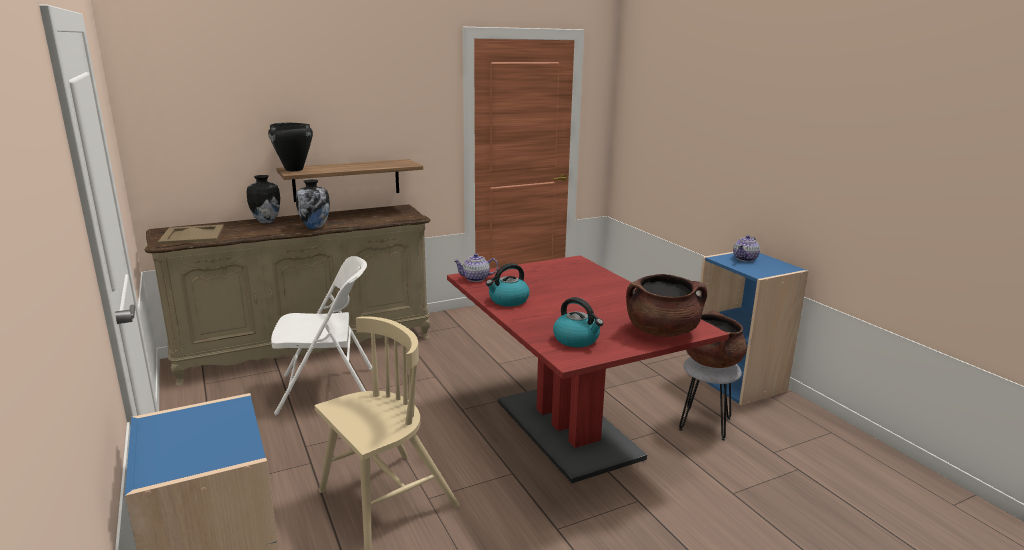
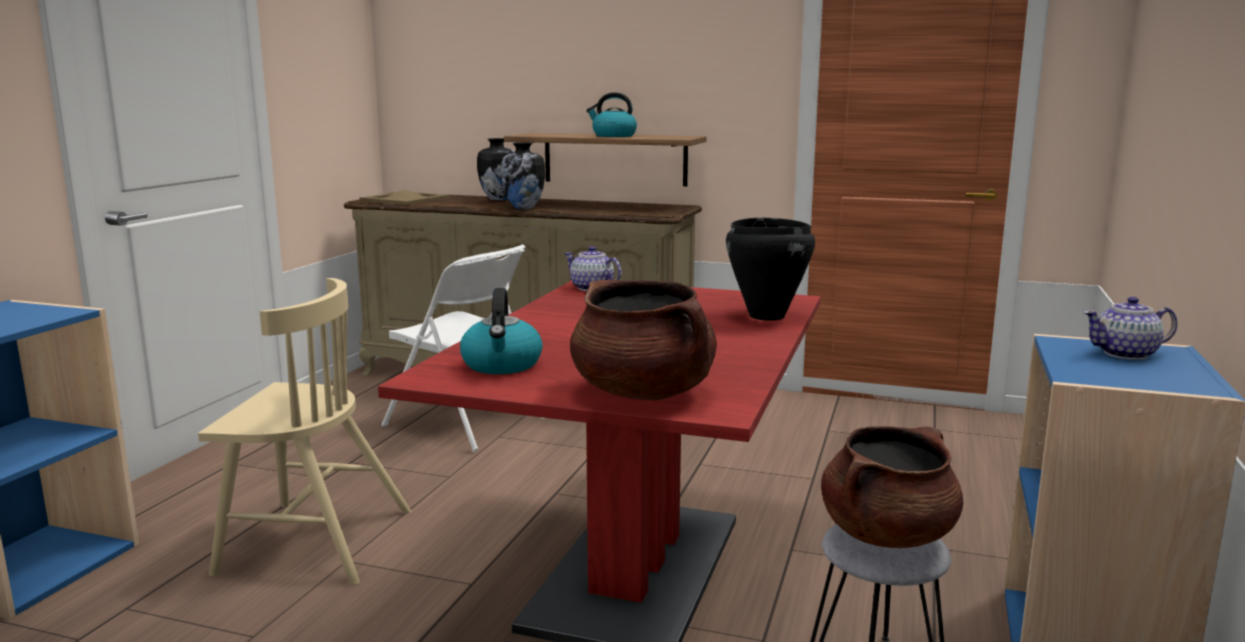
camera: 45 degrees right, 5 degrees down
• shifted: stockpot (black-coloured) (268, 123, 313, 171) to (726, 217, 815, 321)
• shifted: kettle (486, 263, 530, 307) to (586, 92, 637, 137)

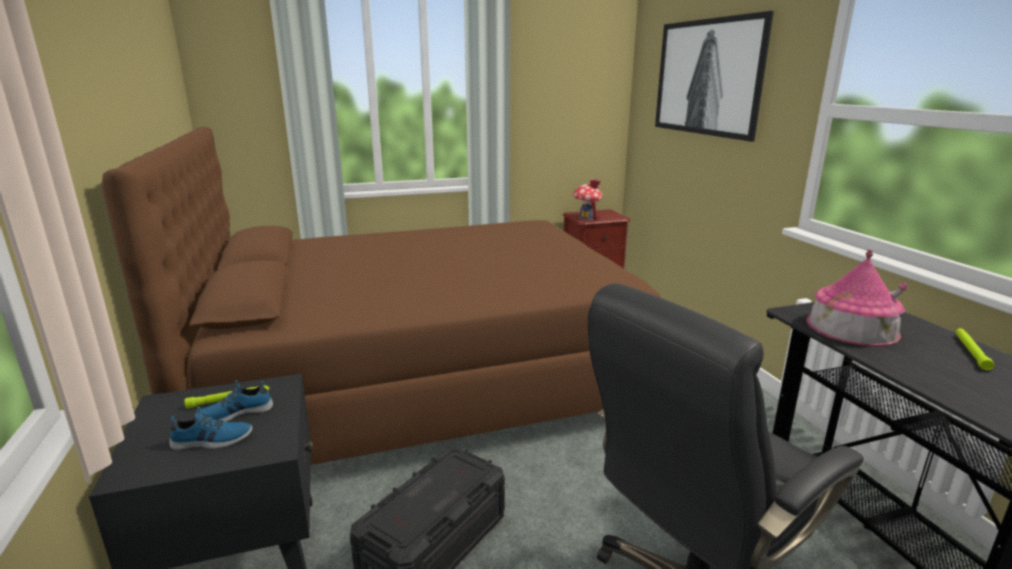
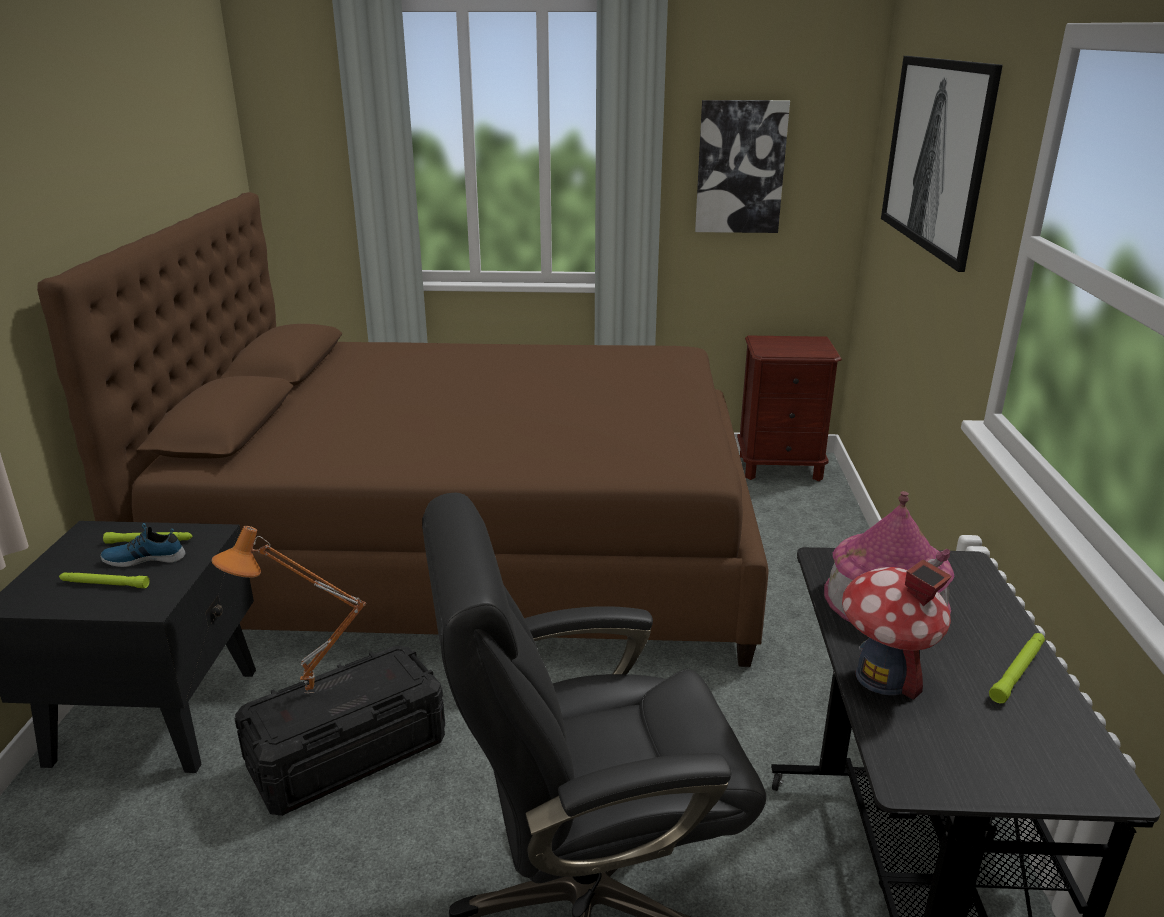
camera: 20 degrees right, 5 degrees up
• shifted: model house (573, 179, 602, 220) to (842, 559, 952, 700)
• swapped: shoe (169, 407, 253, 450) to hand torch (greenish) (59, 572, 150, 588)
• new: picture (695, 100, 790, 233)
• new: tabletop lamp (orange-coloured) (211, 526, 366, 694)

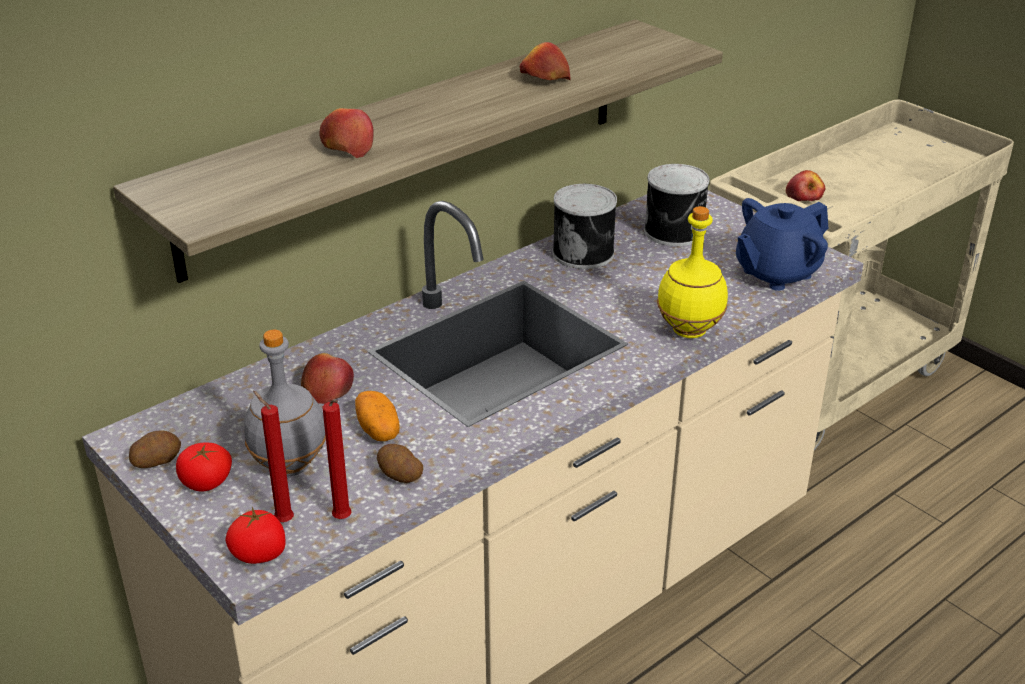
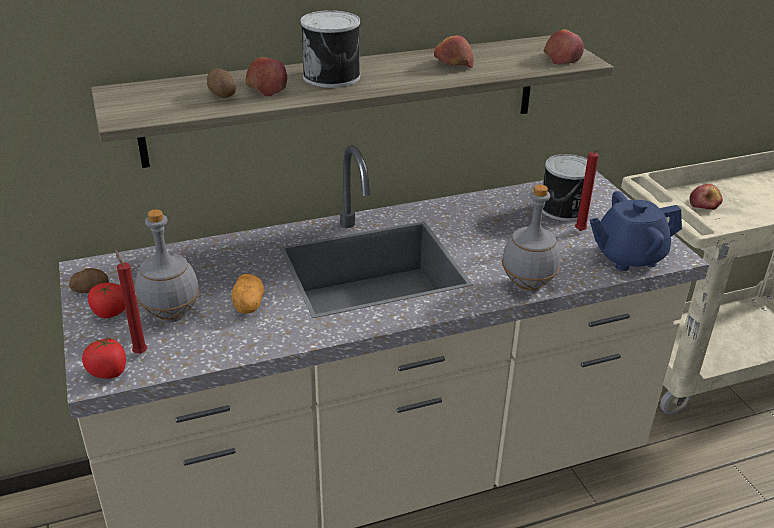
camera: 20 degrees right, 0 degrees up
• shifted: sealed can (553, 184, 617, 269) to (301, 10, 360, 88)
• repainted: beverage bottle (yellow) (657, 206, 728, 338) to beverage bottle (grey) (502, 185, 561, 292)
• shifted: apple fruit (301, 353, 354, 404) to (544, 29, 584, 65)
• shifted: wax light (red-coloured) (322, 399, 352, 519) to (575, 149, 600, 231)
• shifted: potato (377, 444, 423, 483) to (207, 68, 236, 98)

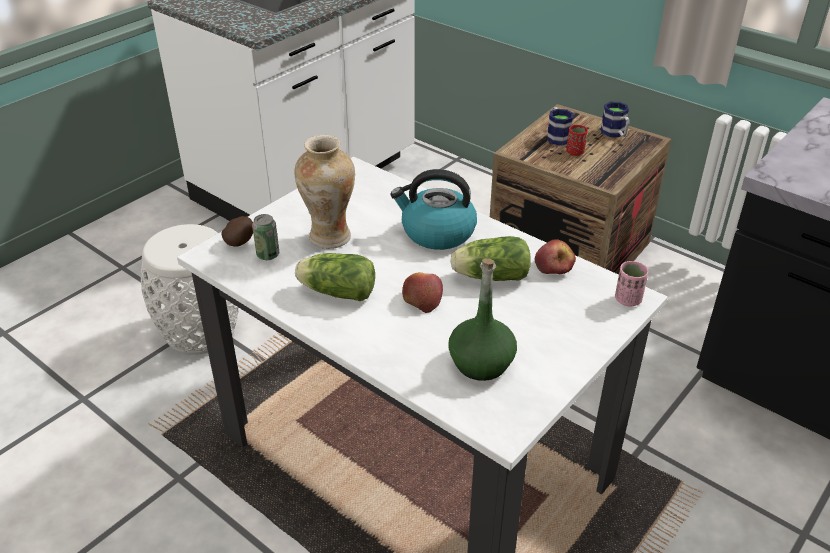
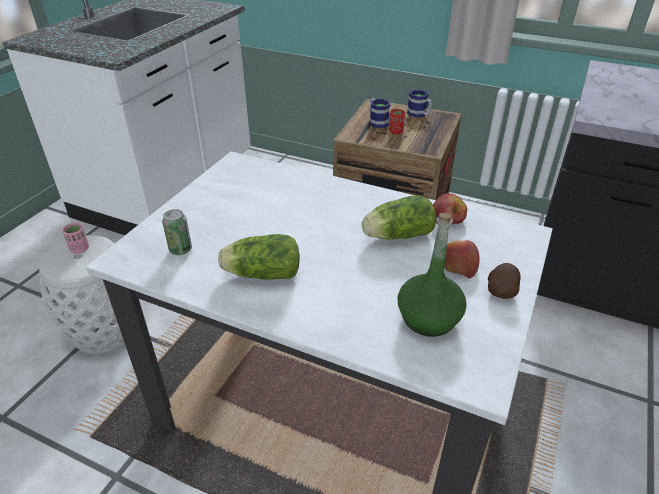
camera: 15 degrees left, 0 degrees up
• gone: flower vase (295, 135, 355, 249)
• gone: kettle (390, 169, 477, 250)
• shifted: potato (221, 216, 253, 247) to (488, 263, 521, 299)
• shifted: cup (pink) (615, 261, 649, 306) to (63, 223, 89, 254)
• shifted: apple fruit (402, 272, 443, 313) to (445, 240, 480, 279)

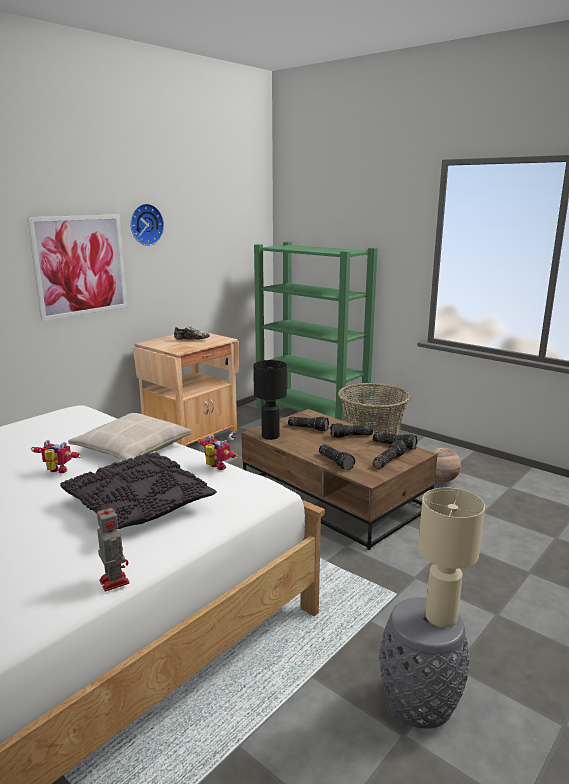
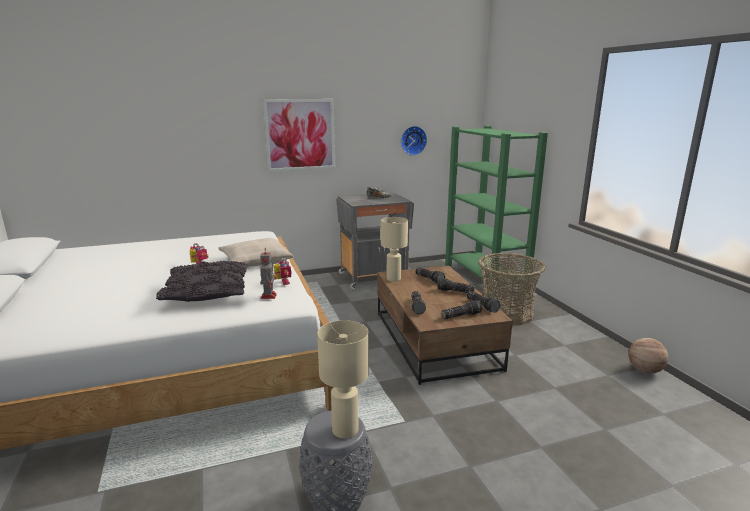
camera: 30 degrees right, 0 degrees up
• shifted: clock on the wall (130, 203, 164, 246) to (401, 126, 427, 156)
• repainted: wheeled cart (brownish) (133, 331, 239, 446) to wheeled cart (grey) (336, 192, 414, 289)
• repainted: tabletop lamp (black-coloured) (253, 360, 287, 440) to tabletop lamp (beige-coloured) (381, 217, 408, 281)
• shifted: basketball ball (431, 448, 461, 482) to (628, 338, 669, 374)
• shifted: robot figure (97, 502, 129, 591) to (260, 248, 277, 299)

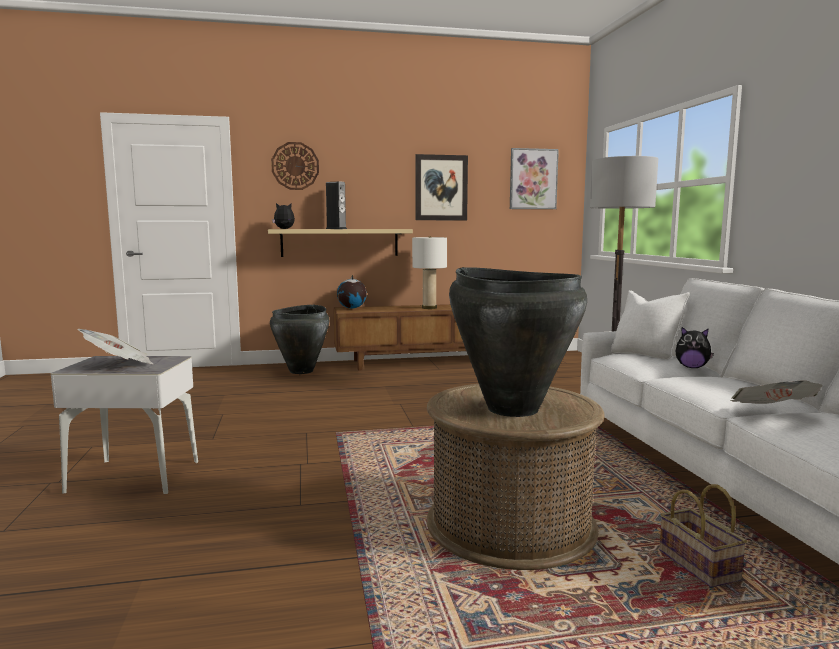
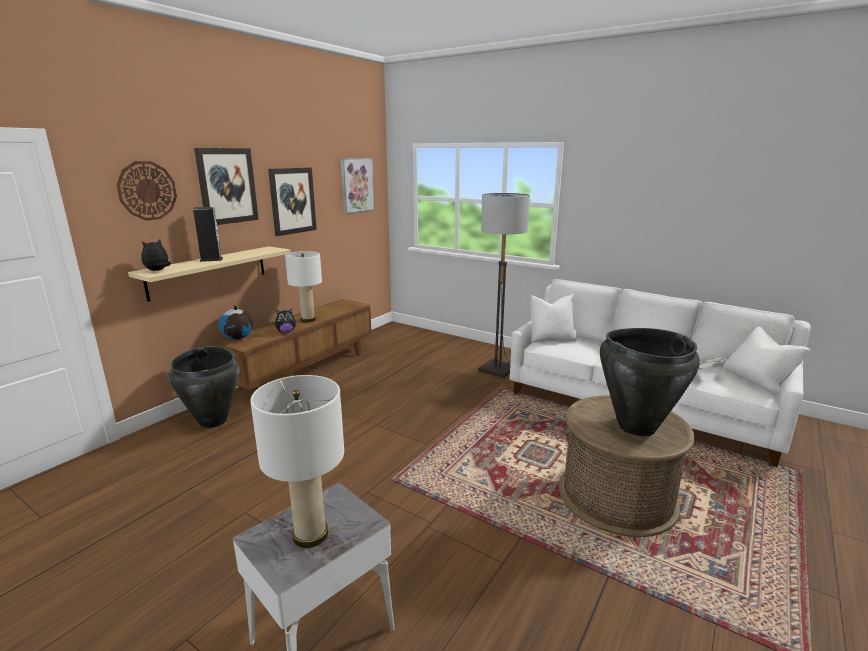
camera: 45 degrees left, 10 degrees up
• shifted: cuddly toy (675, 327, 714, 368) to (275, 308, 297, 333)
• swapped: daily paper (77, 329, 153, 364) to tabletop lamp (whitish) (250, 375, 344, 548)
• gone: basket (659, 484, 747, 587)
• new: picture (194, 148, 259, 225)

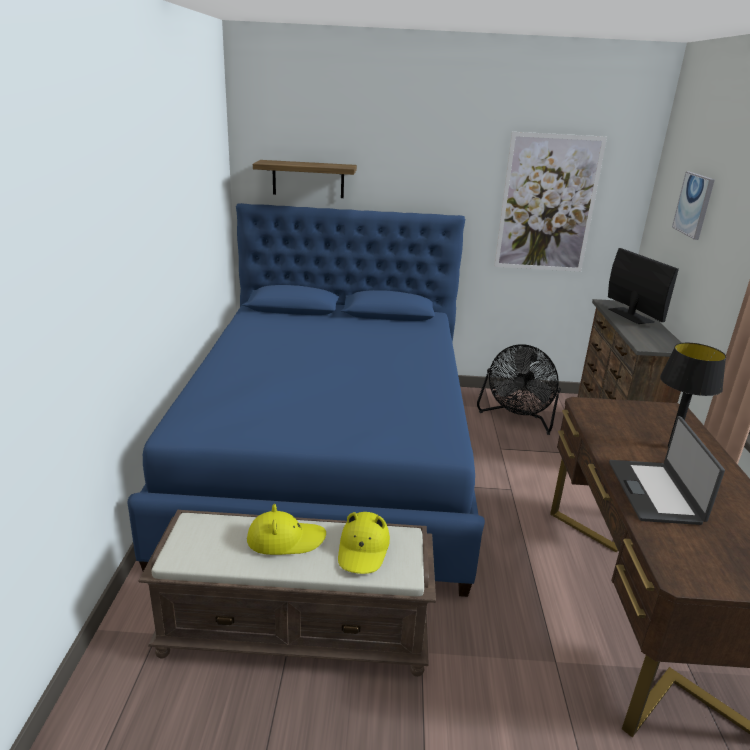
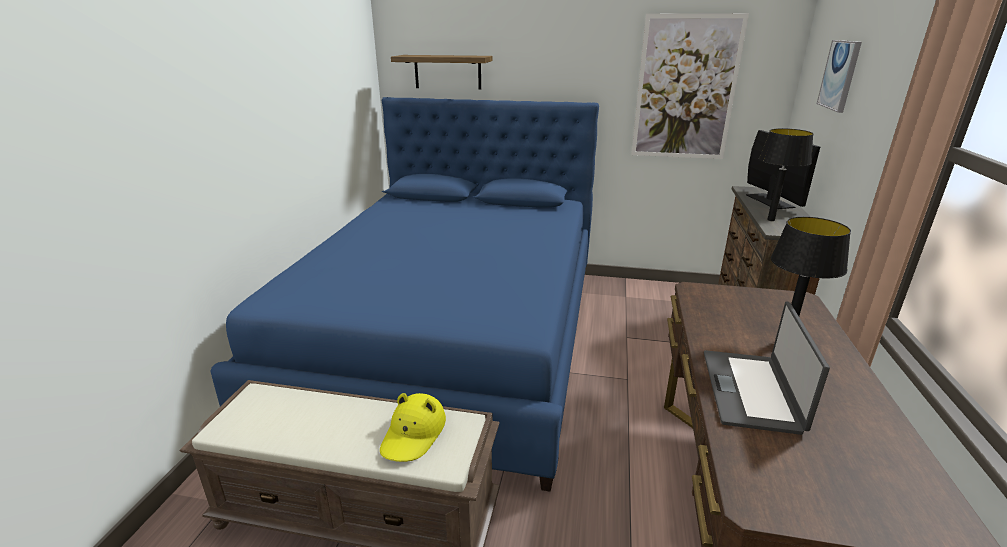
camera: 10 degrees right, 0 degrees up
• gone: fan (black-coloured) (477, 344, 561, 435)
• gone: wearable hat (yellow) (247, 504, 326, 555)
• new: tabletop lamp (black-coloured) (759, 128, 813, 221)

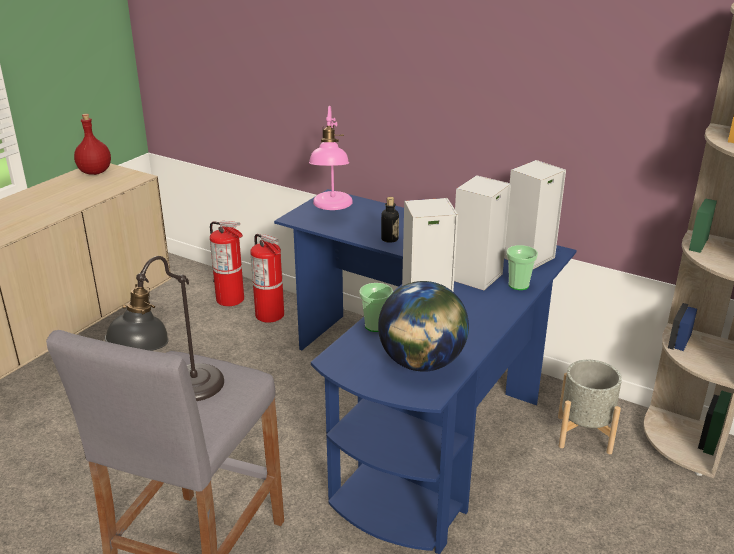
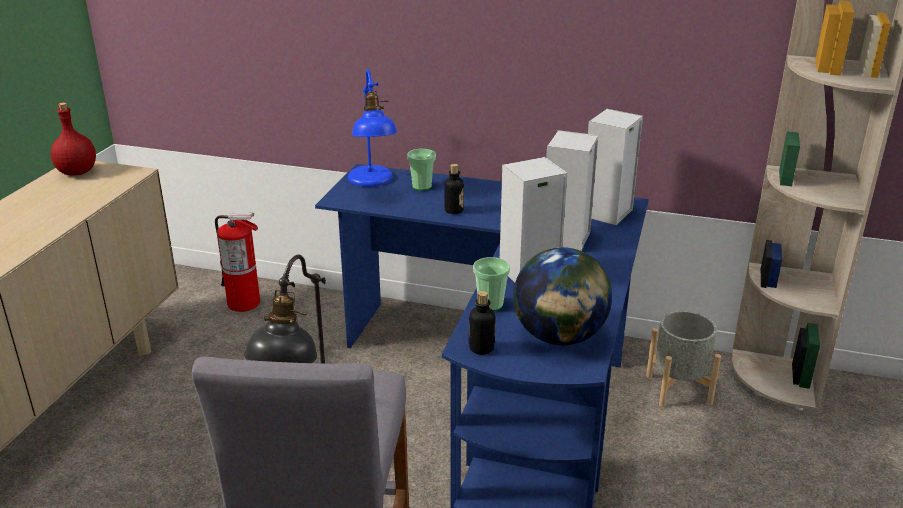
camera: 15 degrees left, 0 degrees up
• repainted: tabletop lamp (pink) (309, 106, 353, 210) to tabletop lamp (bluish) (348, 69, 397, 187)
• gone: fire extinguisher (250, 234, 284, 323)
• shifted: cup (506, 245, 538, 290) to (407, 149, 436, 191)
• new: beverage bottle (469, 291, 496, 355)

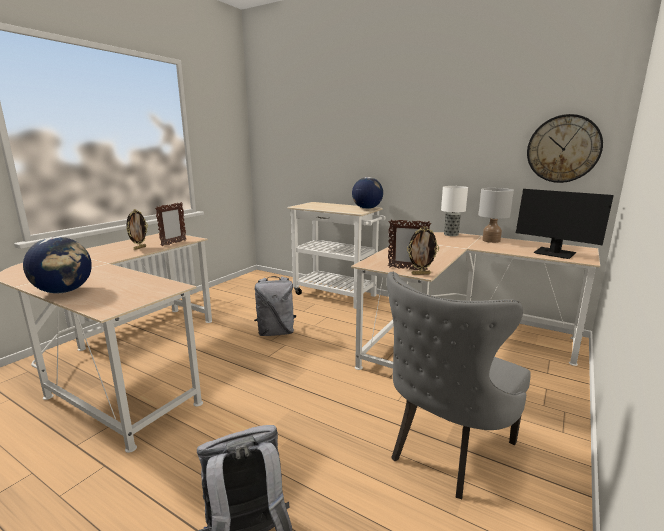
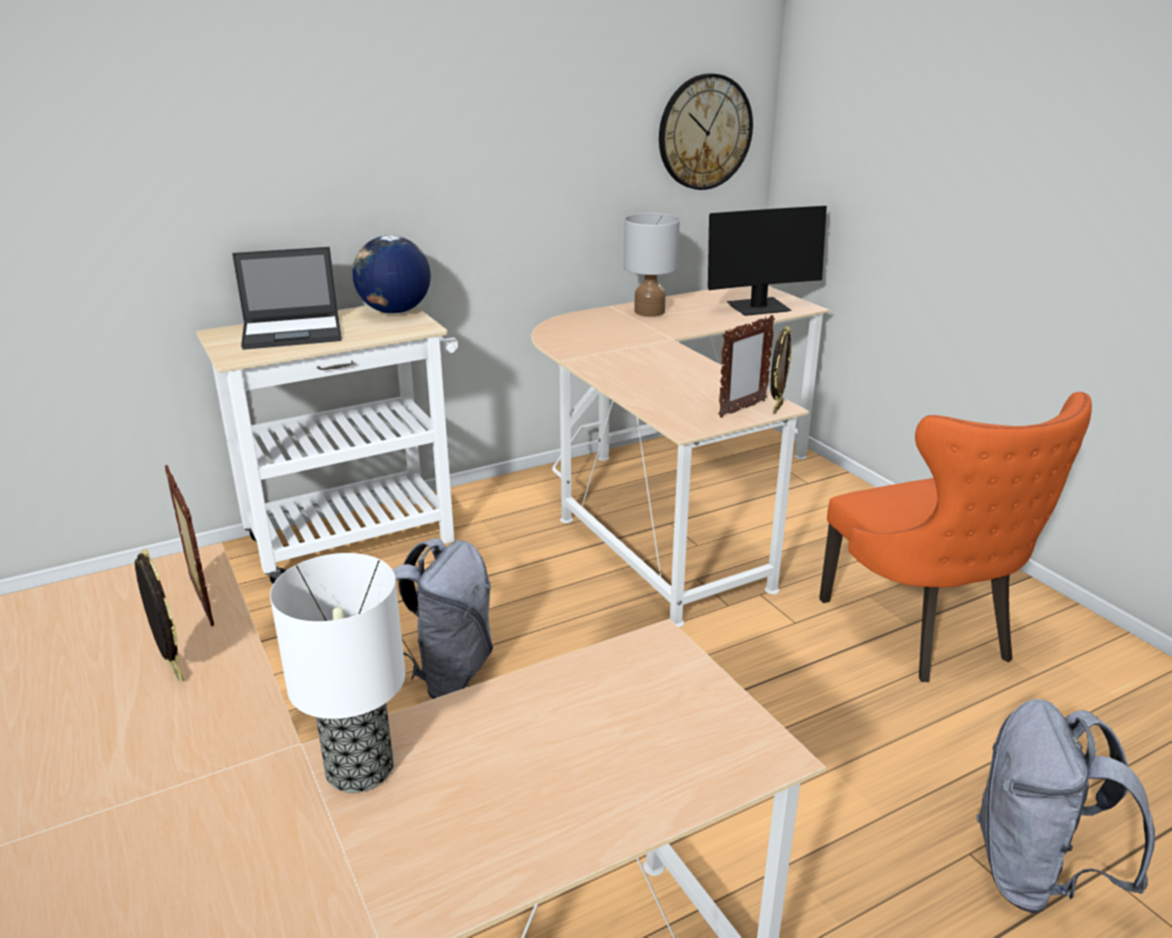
camera: 60 degrees left, 10 degrees up
• shifted: tabletop lamp (441, 186, 468, 236) to (270, 553, 406, 793)
• gone: globe (23, 237, 92, 293)
• repainted: upright chair (grey) (387, 272, 531, 499) to upright chair (orange-coloured) (819, 392, 1092, 682)
• new: laptop (232, 247, 342, 350)

